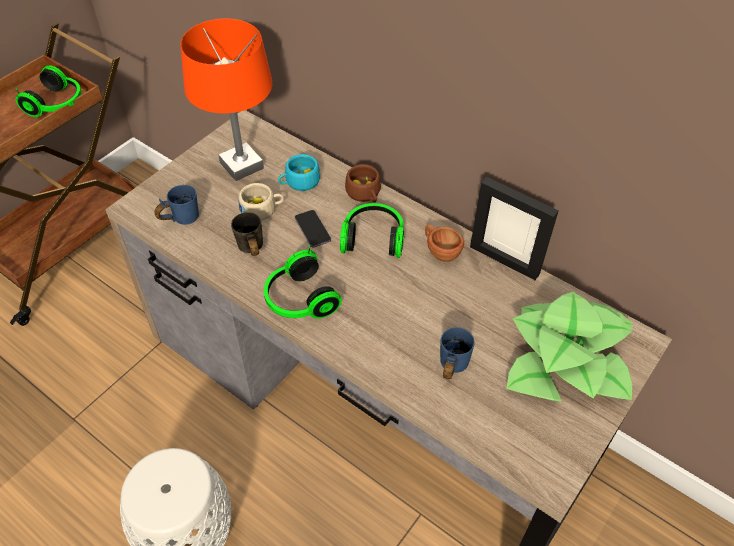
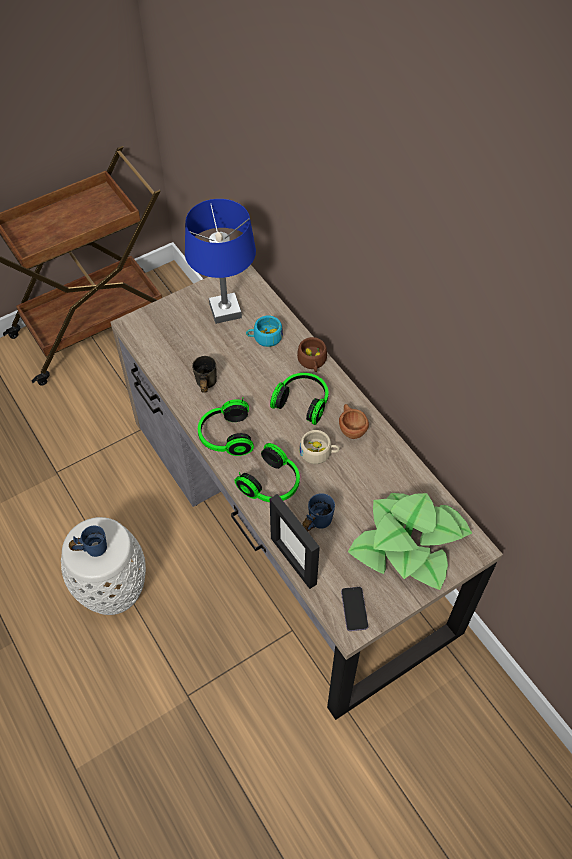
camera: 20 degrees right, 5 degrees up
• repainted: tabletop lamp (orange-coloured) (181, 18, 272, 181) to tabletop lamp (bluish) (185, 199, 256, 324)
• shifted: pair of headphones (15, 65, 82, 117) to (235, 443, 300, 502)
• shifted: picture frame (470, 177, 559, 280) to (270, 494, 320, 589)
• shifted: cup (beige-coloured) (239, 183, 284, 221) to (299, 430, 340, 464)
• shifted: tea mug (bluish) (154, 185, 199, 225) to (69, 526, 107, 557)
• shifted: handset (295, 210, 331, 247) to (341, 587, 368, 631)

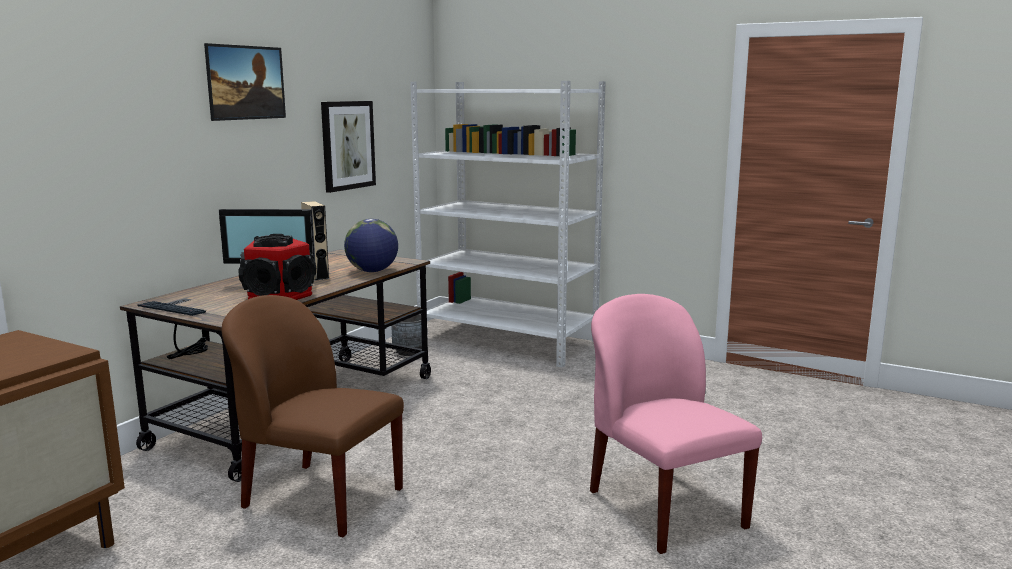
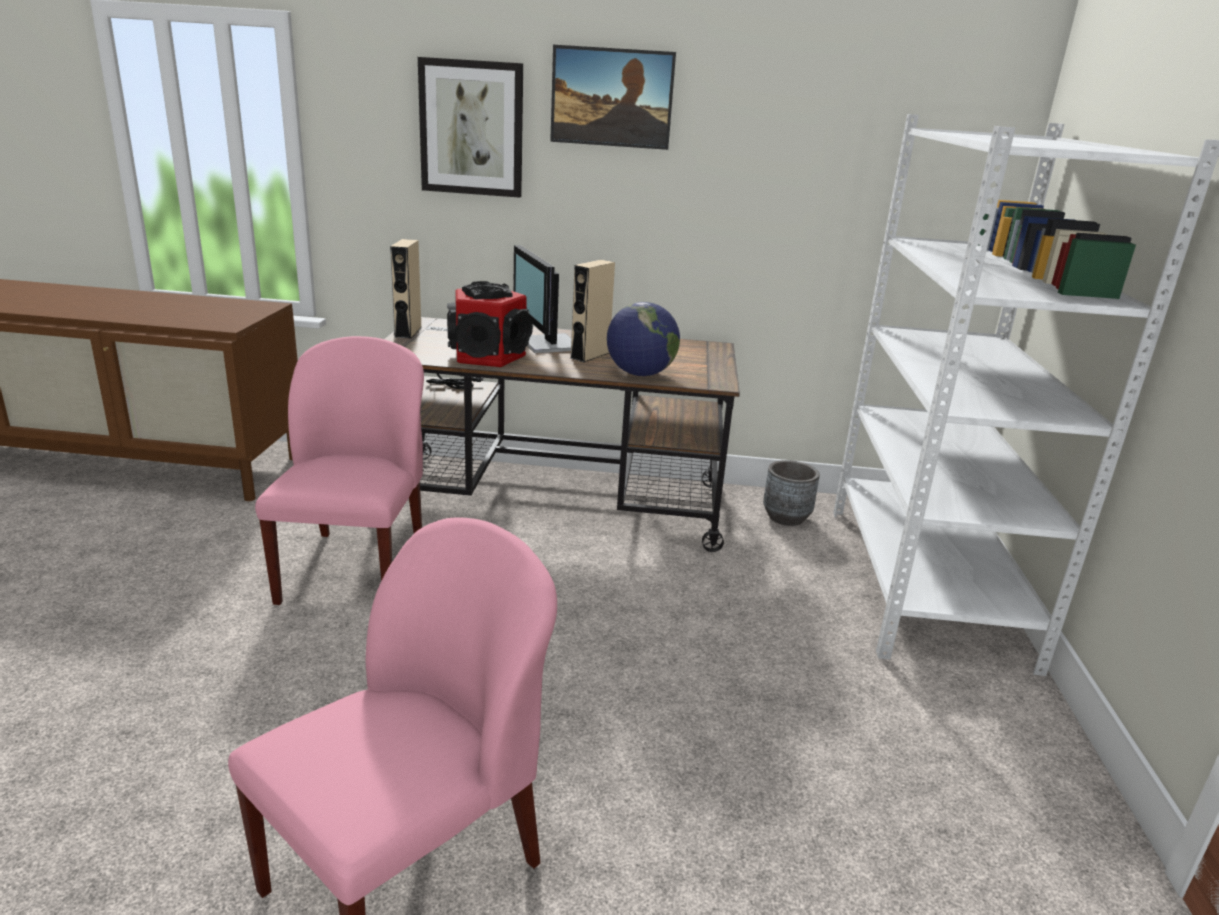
camera: 65 degrees right, 10 degrees up
• shifted: picture (321, 101, 376, 193) to (418, 57, 523, 198)
• repainted: upright chair (brownish) (222, 295, 404, 537) to upright chair (pink) (255, 336, 424, 605)
• swapped: PC keyboard (137, 301, 206, 316) to audio speaker (beige-coloured) (390, 239, 422, 338)

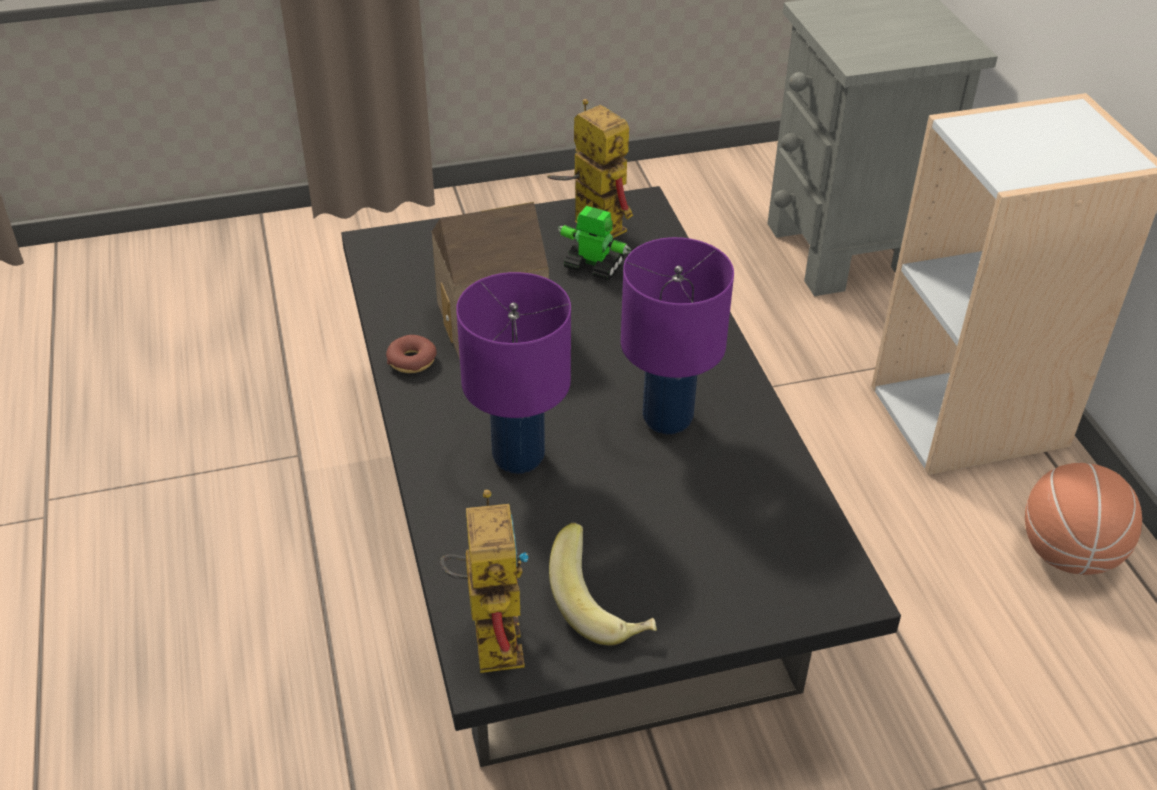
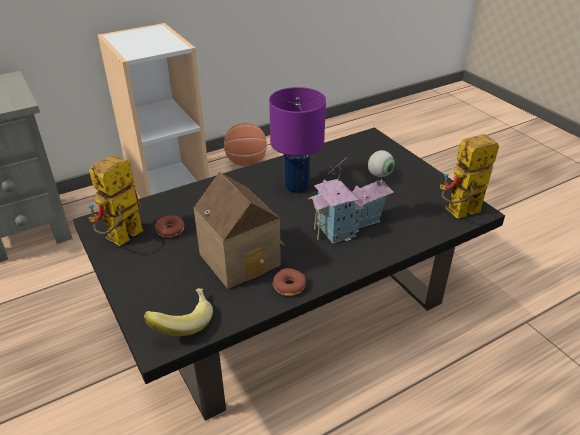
camera: 105 degrees left, 5 degrees down
• swapped: robot figure (558, 206, 631, 280) to ring doughnut (155, 215, 184, 238)
• swapped: tabletop lamp (purple) (456, 272, 571, 474) to model house (308, 150, 394, 243)
• shifted: banana (549, 523, 657, 646) to (144, 288, 213, 336)

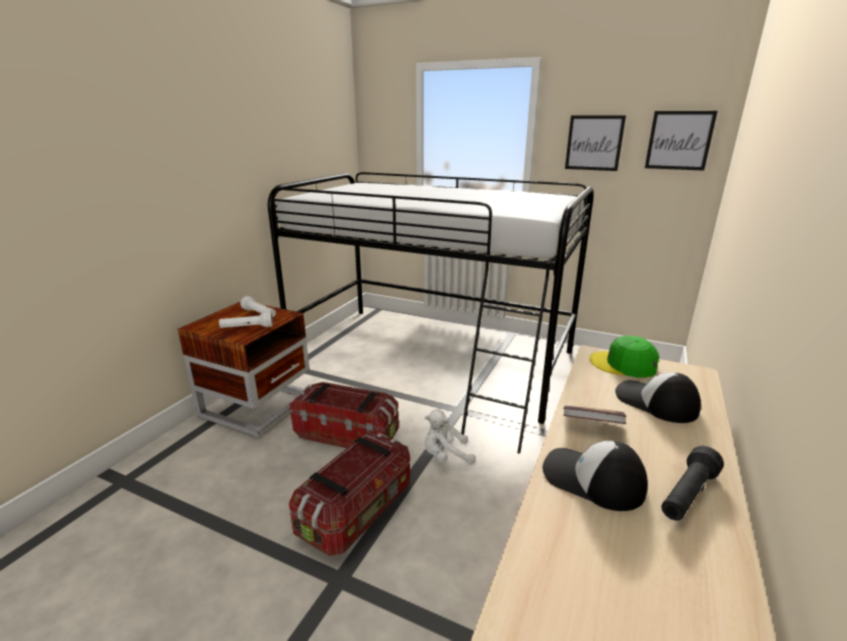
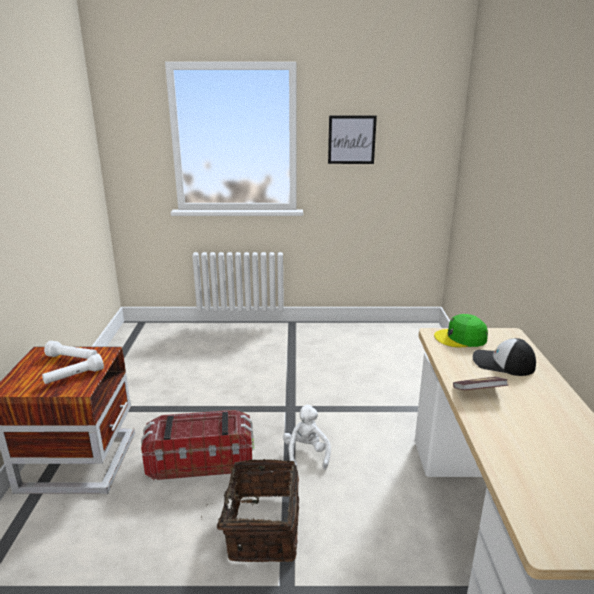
camera: 25 degrees left, 0 degrees up
• gone: picture (645, 111, 718, 171)
• gone: sleeping bed (black-coloured) (268, 172, 594, 454)
• rotated: cuddly toy (whitish) (424, 409, 475, 465) = (283, 405, 331, 470) 120 degrees clockwise
• swapped: storage container (289, 430, 410, 556) to basket (201, 459, 299, 562)
• gone: cap (543, 441, 648, 511)
• gone: hand torch (black-coloured) (661, 446, 724, 521)

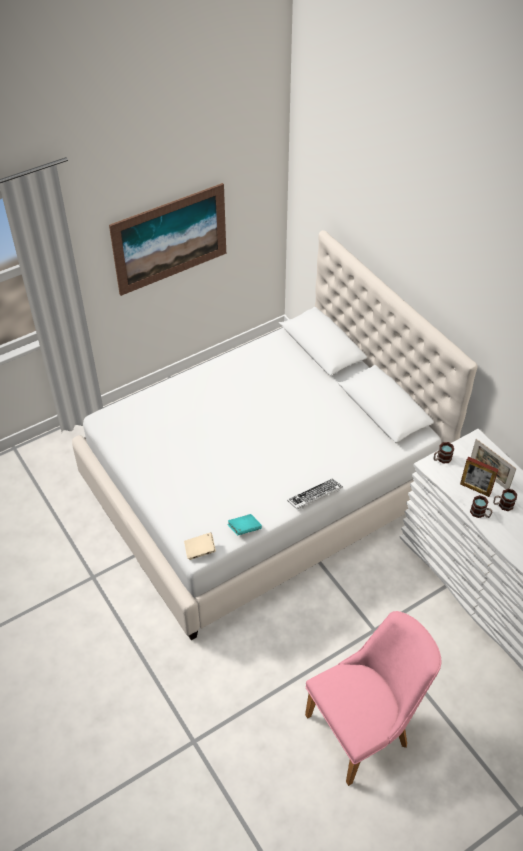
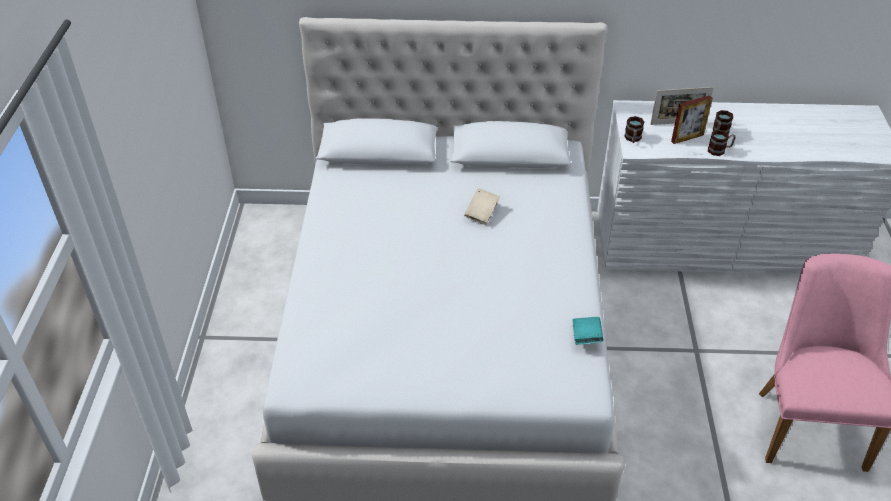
camera: 55 degrees left, 5 degrees down
• gone: picture (109, 183, 226, 296)
• gone: PC keyboard (287, 478, 343, 509)
• shifted: volume (beige-coloured) (184, 532, 216, 560) to (464, 188, 500, 225)

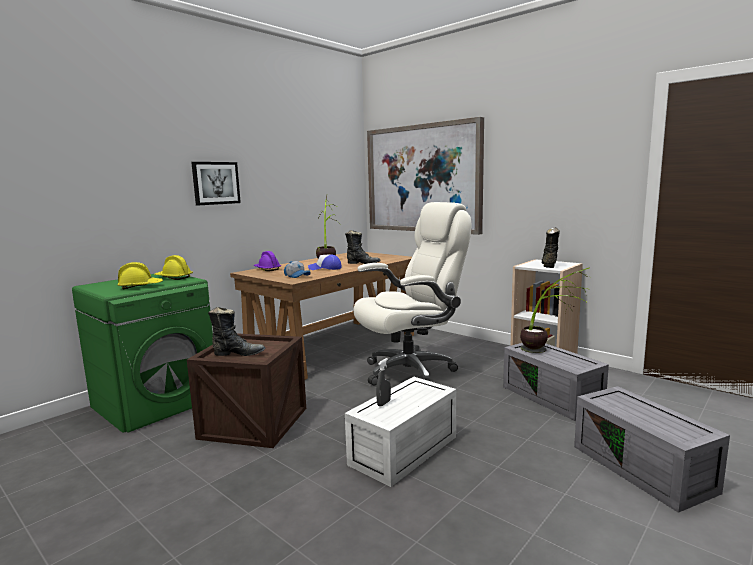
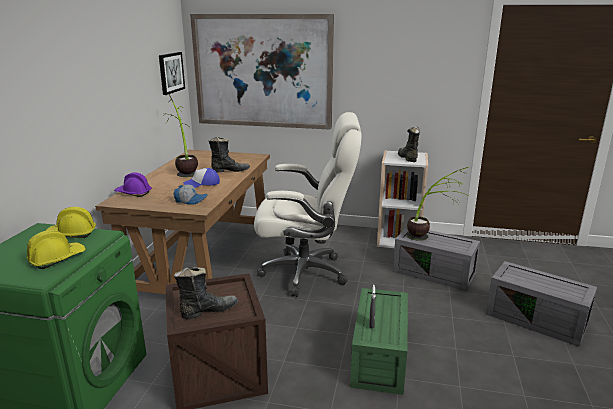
camera: 30 degrees left, 10 degrees up
• shifted: picture (191, 162, 241, 206) to (159, 52, 185, 95)
• rotated: office chair (whitish) (353, 202, 471, 386) = (254, 112, 361, 297) 60 degrees clockwise
• repainted: storage container (whitish) (345, 377, 456, 487) to storage container (greenish) (350, 288, 408, 395)

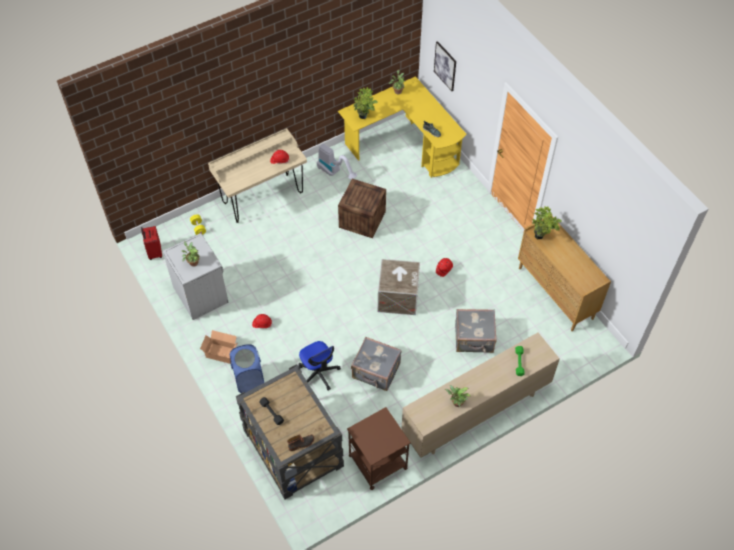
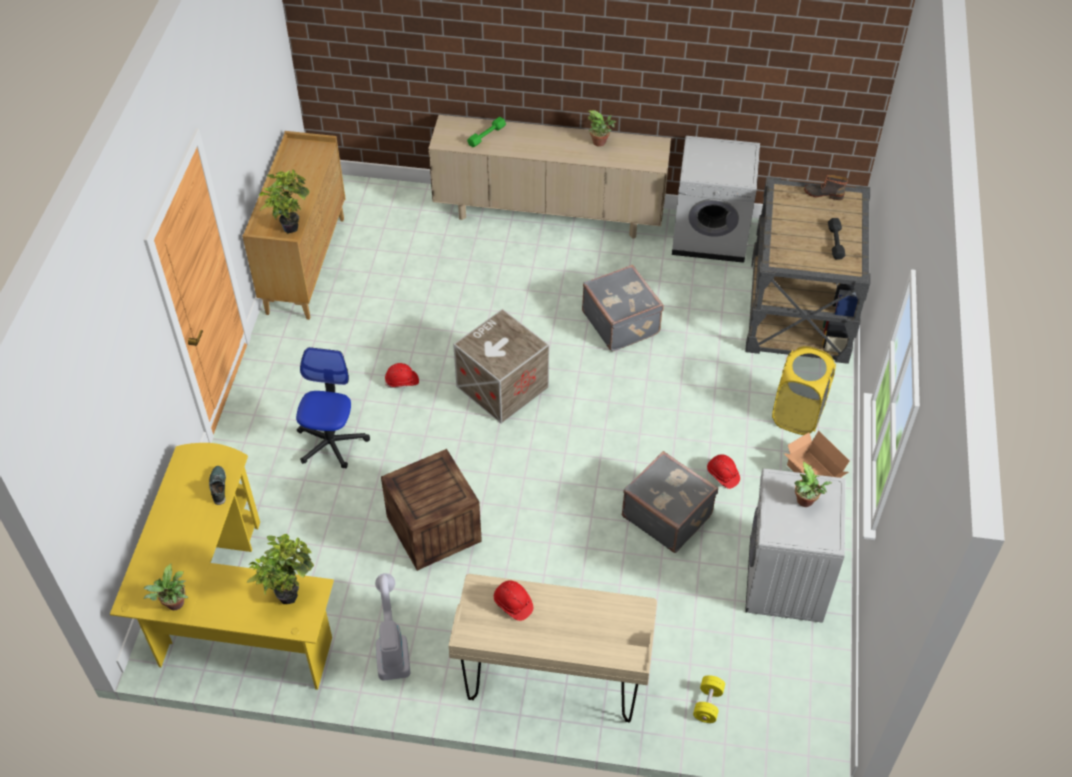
camera: 140 degrees left, 5 degrees down
• gone: picture (434, 41, 456, 91)
• gone: piece of luggage (red-coloured) (141, 226, 162, 260)
• shifted: piece of luggage (grey) (455, 309, 497, 353) to (622, 451, 718, 553)
• shifted: office chair (299, 341, 341, 391) to (296, 347, 370, 468)
• repainted: laundry basket (bluish) (229, 344, 264, 393) to laundry basket (yellow) (772, 346, 836, 435)
• swapped: wheeled cart (brownish) (347, 407, 410, 490) to washing machine (whitish) (672, 136, 760, 263)

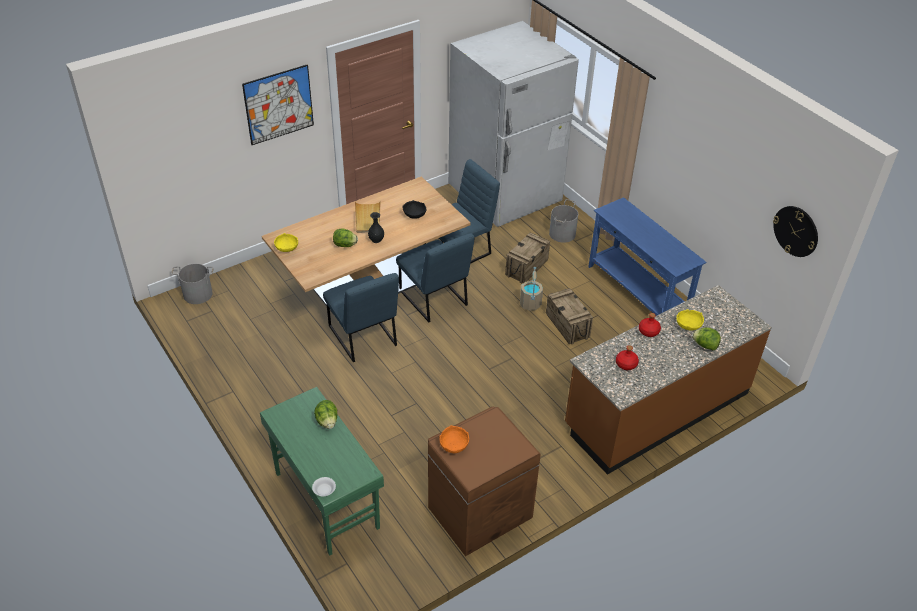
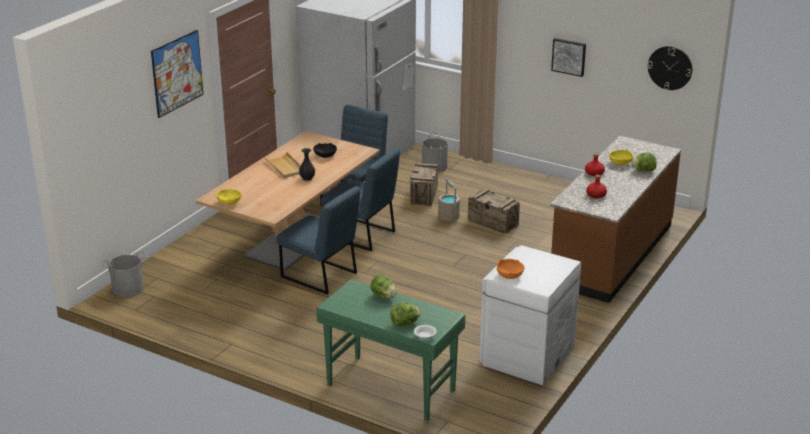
camera: 25 degrees left, 15 degrees down
• gone: narrow table (bluish) (588, 197, 706, 316)
• shifted: lettuce (333, 229, 358, 247) to (390, 303, 420, 326)
• repainted: washing machine (brownish) (428, 407, 541, 556) to washing machine (whitish) (480, 245, 581, 385)
• new: picture (551, 38, 586, 77)

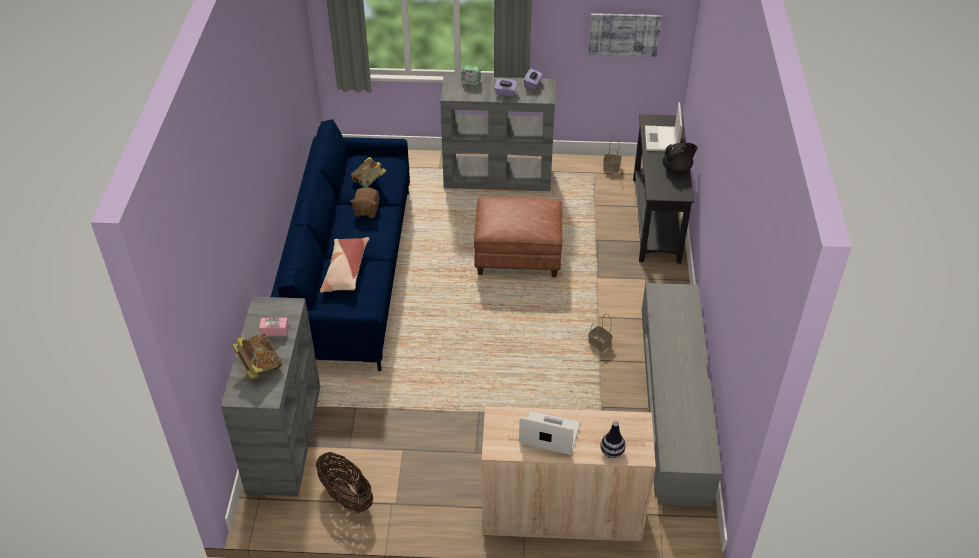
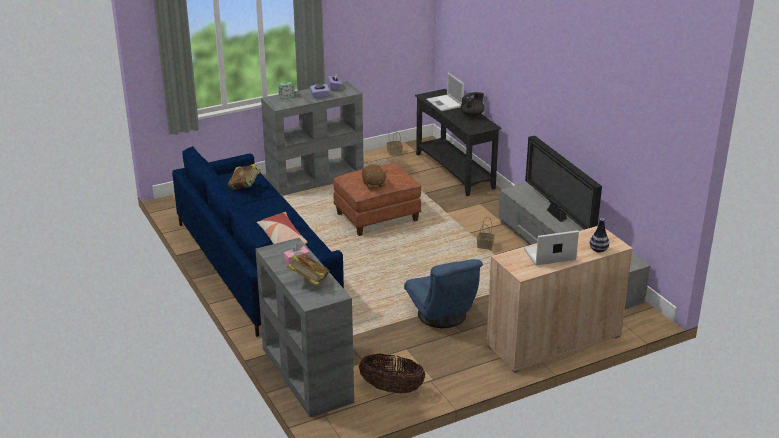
camera: 30 degrees left, 15 degrees down
• gone: picture (588, 13, 662, 57)
• shifted: cuddly toy (brownish) (350, 187, 379, 218) to (362, 164, 387, 189)
• new: television (525, 135, 602, 230)
• new: easy chair (bluish) (404, 259, 483, 328)

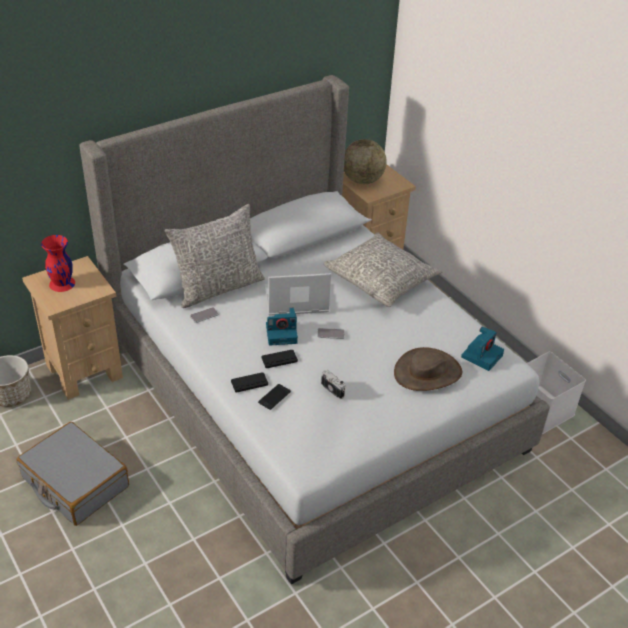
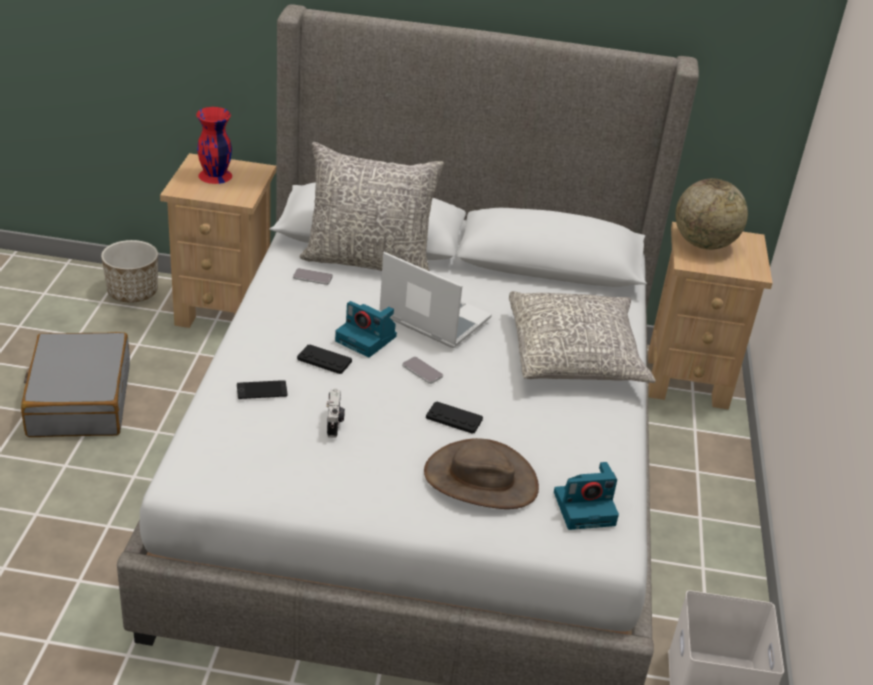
camera: 40 degrees right, 5 degrees down
• shifted: joypad (black-coloured) (231, 372, 268, 393) to (426, 402, 483, 434)

